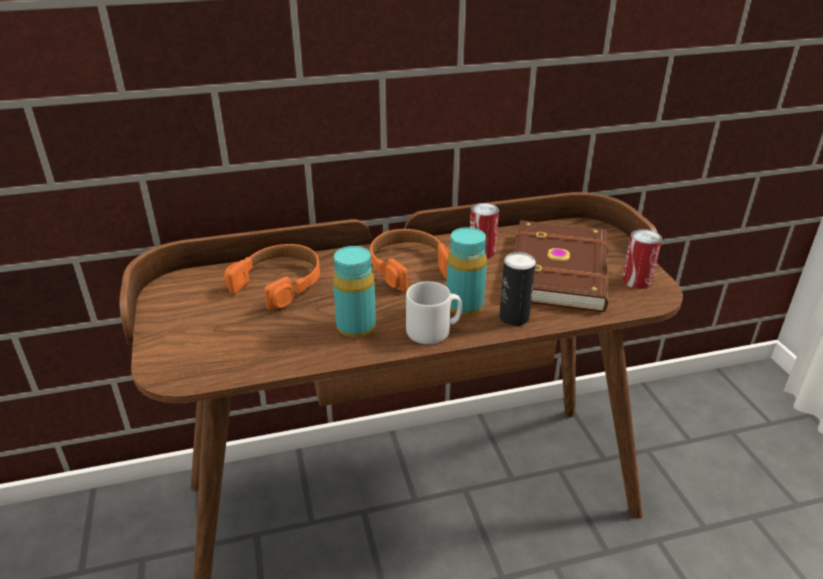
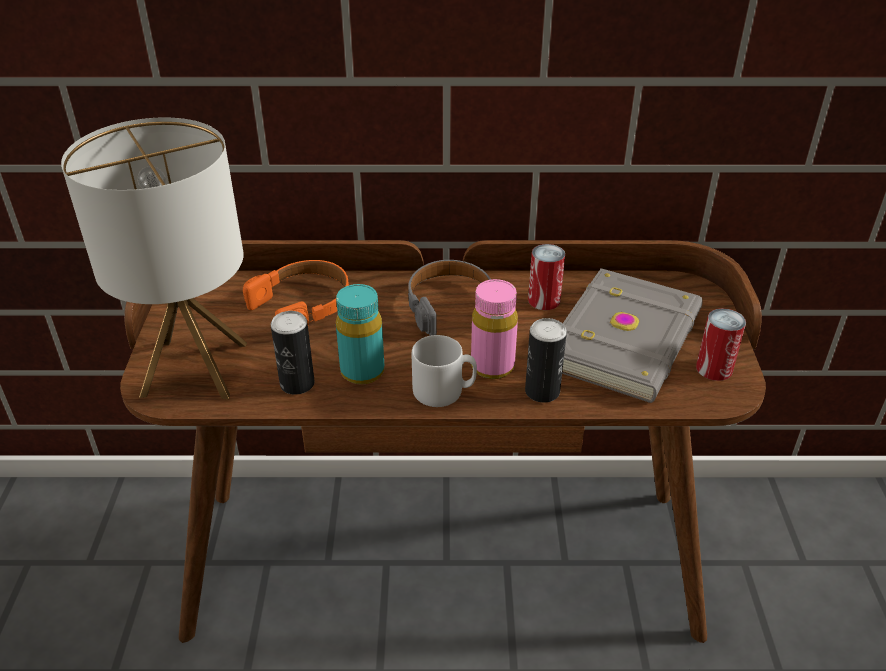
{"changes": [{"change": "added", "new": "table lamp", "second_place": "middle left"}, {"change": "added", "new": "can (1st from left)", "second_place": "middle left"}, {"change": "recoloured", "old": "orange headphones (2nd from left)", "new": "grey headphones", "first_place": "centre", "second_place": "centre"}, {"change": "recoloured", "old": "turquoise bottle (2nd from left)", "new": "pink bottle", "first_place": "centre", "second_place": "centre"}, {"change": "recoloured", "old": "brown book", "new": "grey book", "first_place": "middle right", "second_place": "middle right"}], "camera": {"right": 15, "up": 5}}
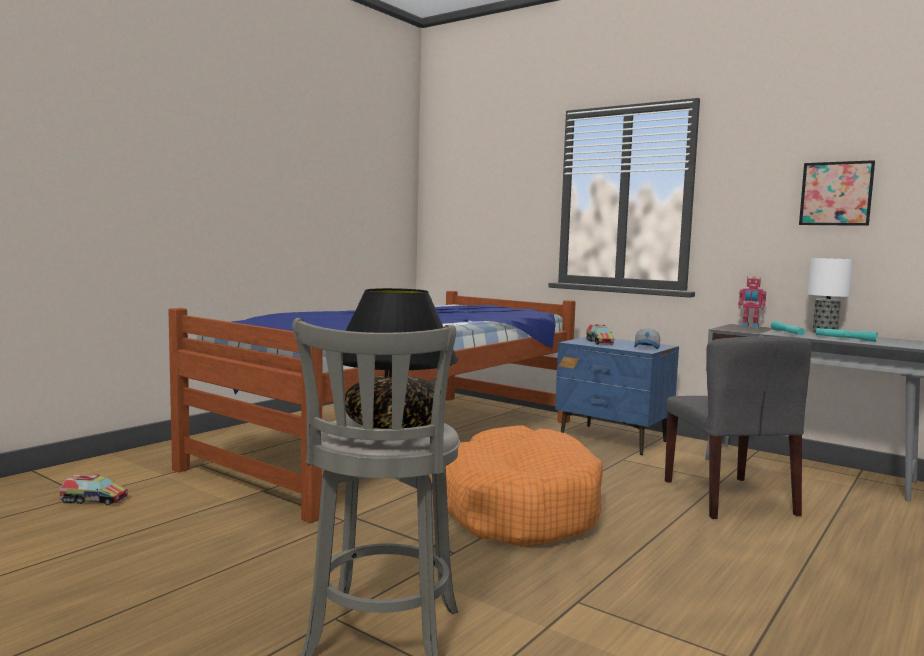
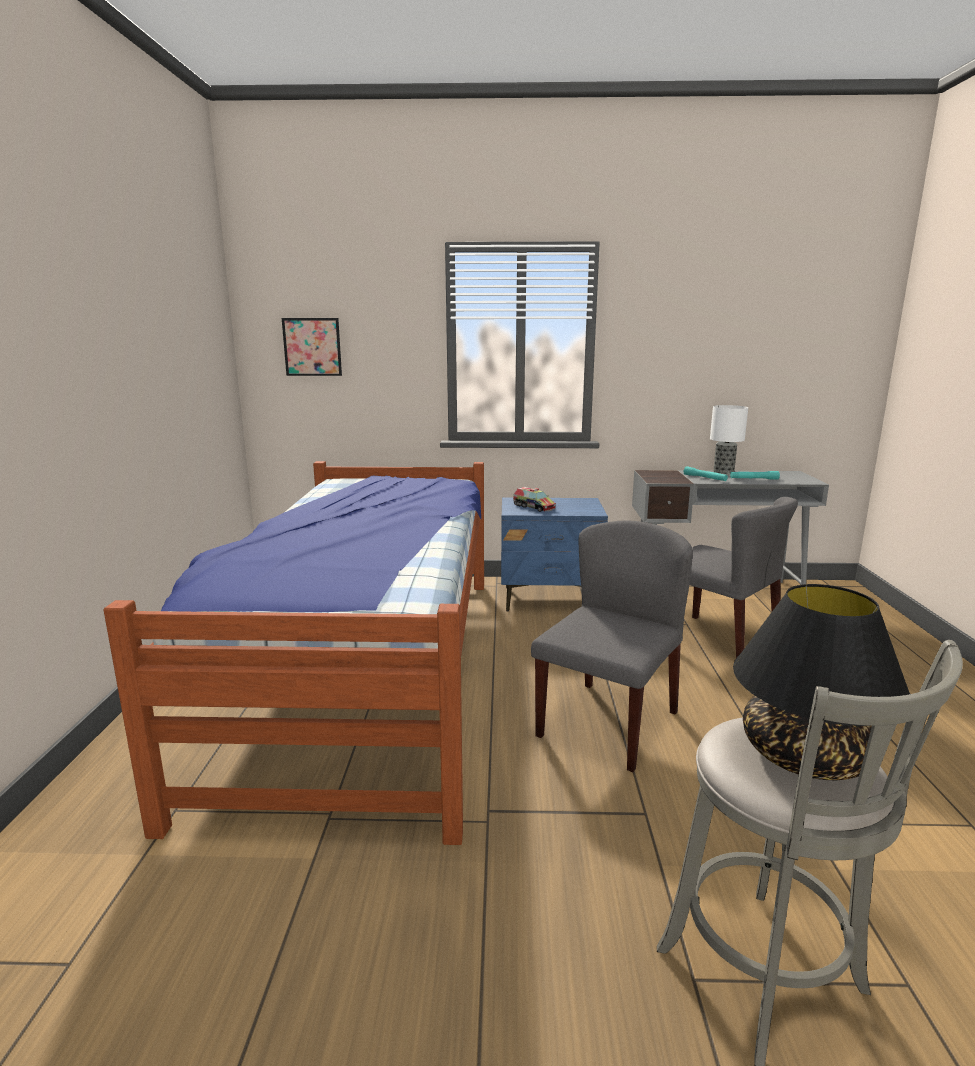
{"changes": [{"change": "moved", "old": "picture", "first_place": "top right", "second_place": "top left"}, {"change": "replaced", "old": "orange dog bed", "new": "grey chair (1st from left)", "first_place": "bottom centre", "second_place": "centre"}, {"change": "removed", "old": "toy truck (1st from left)", "first_place": "bottom left"}, {"change": "removed", "old": "cap", "first_place": "middle right"}, {"change": "removed", "old": "toy robot", "first_place": "middle right"}], "camera": {"right": -35, "up": 10}}
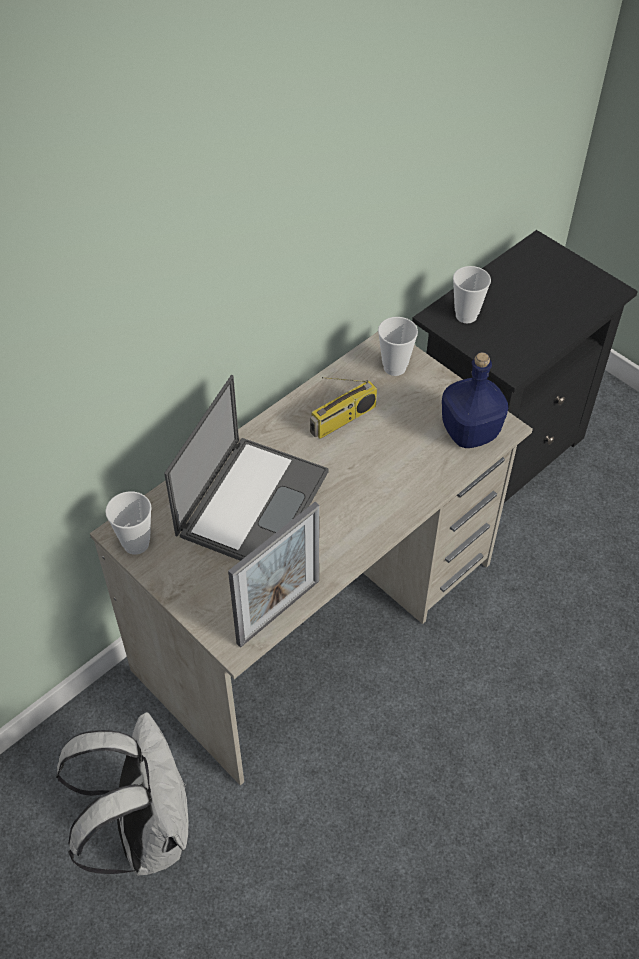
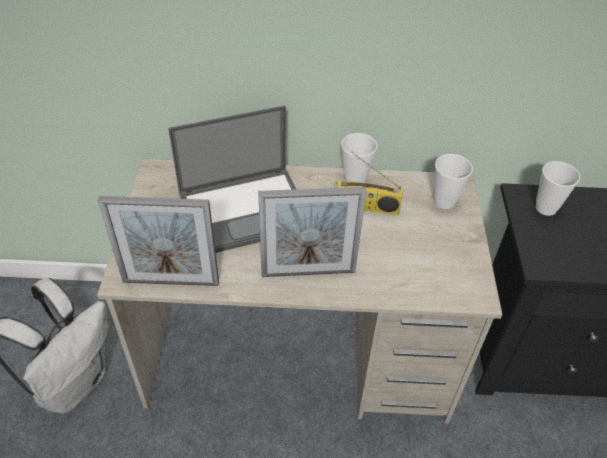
{"changes": [{"change": "added", "new": "picture frame (2nd from left)", "second_place": "centre"}, {"change": "moved", "old": "cup (1st from left)", "first_place": "middle left", "second_place": "centre"}, {"change": "removed", "old": "blue bottle", "first_place": "middle right"}], "camera": {"right": 45, "up": -5}}
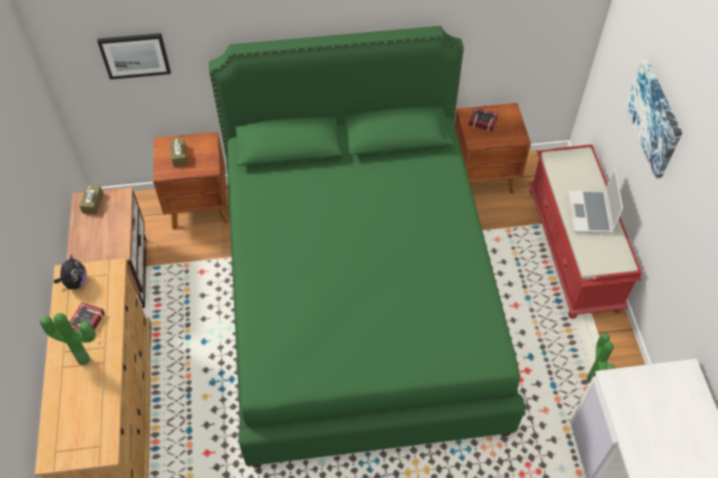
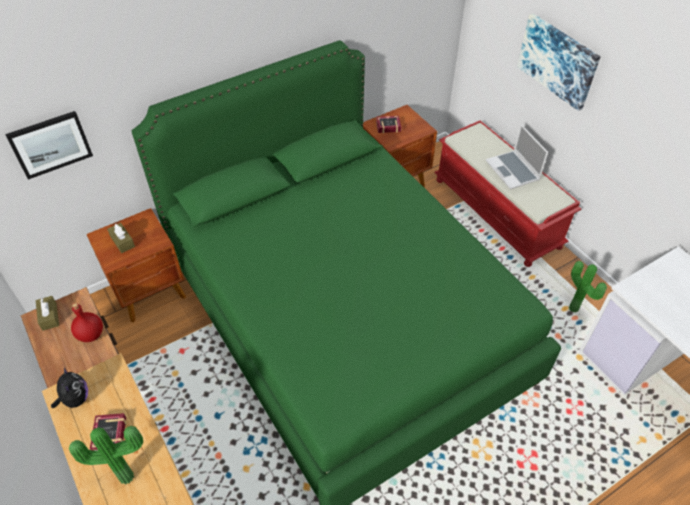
{"changes": [{"change": "added", "new": "red bottle", "second_place": "middle left"}], "camera": {"right": -25, "up": -5}}
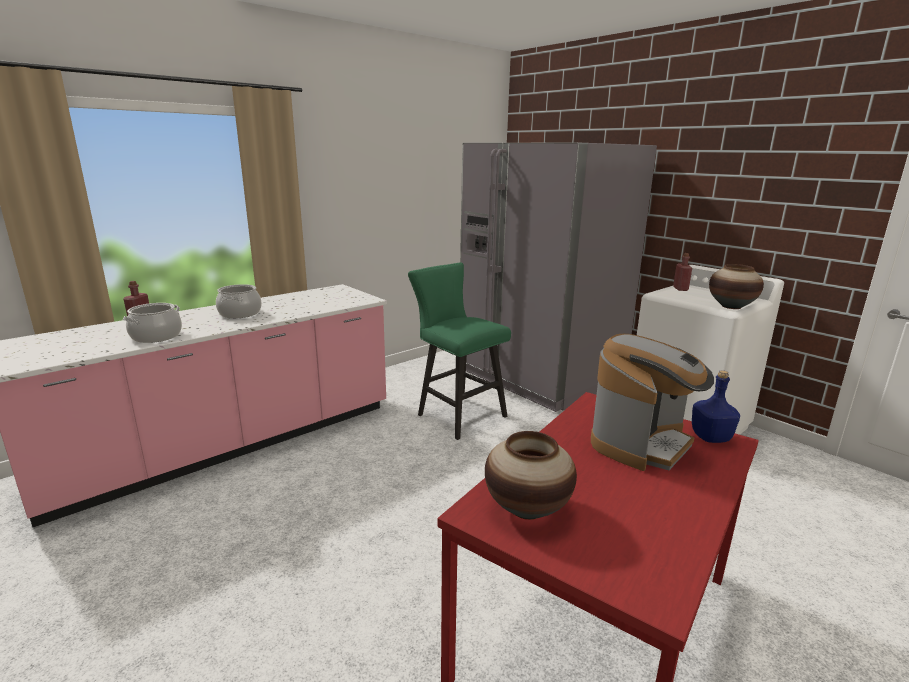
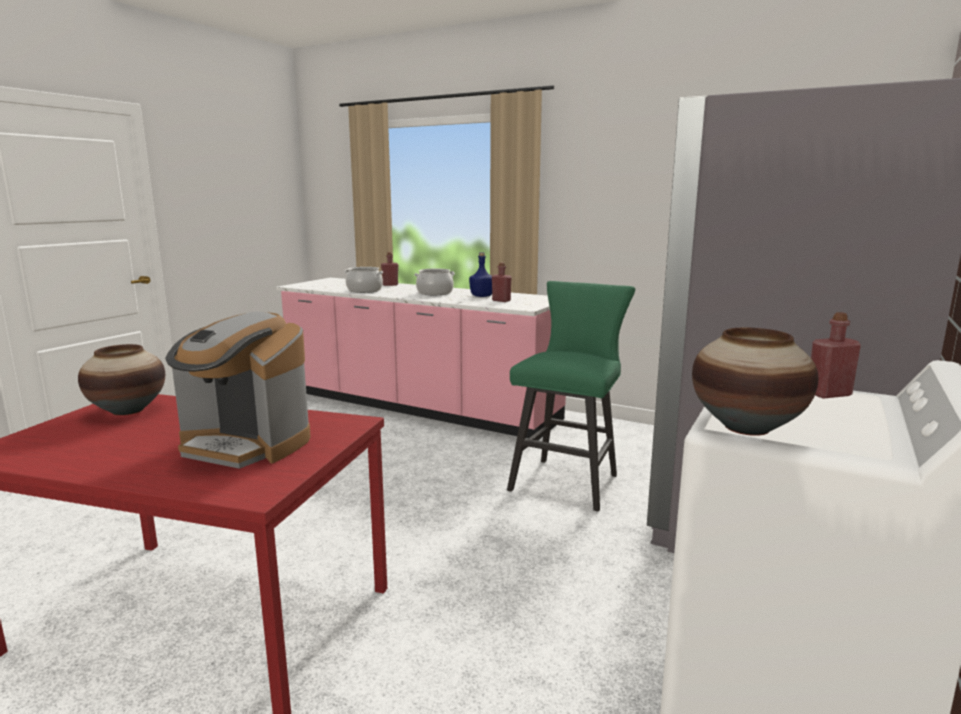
{"changes": [{"change": "moved", "old": "blue bottle", "first_place": "middle right", "second_place": "centre"}, {"change": "added", "new": "red bottle (2nd from left)", "second_place": "centre"}], "camera": {"right": 70, "up": -5}}
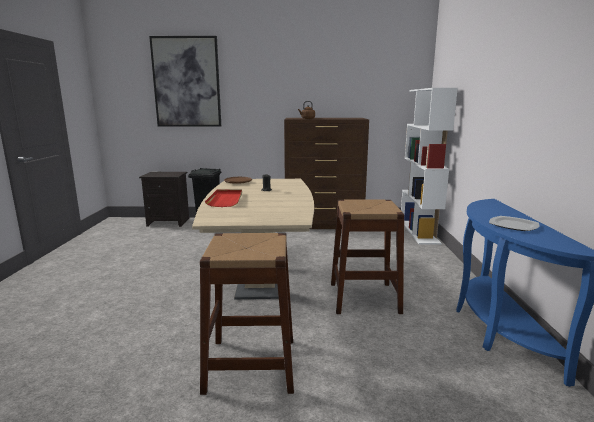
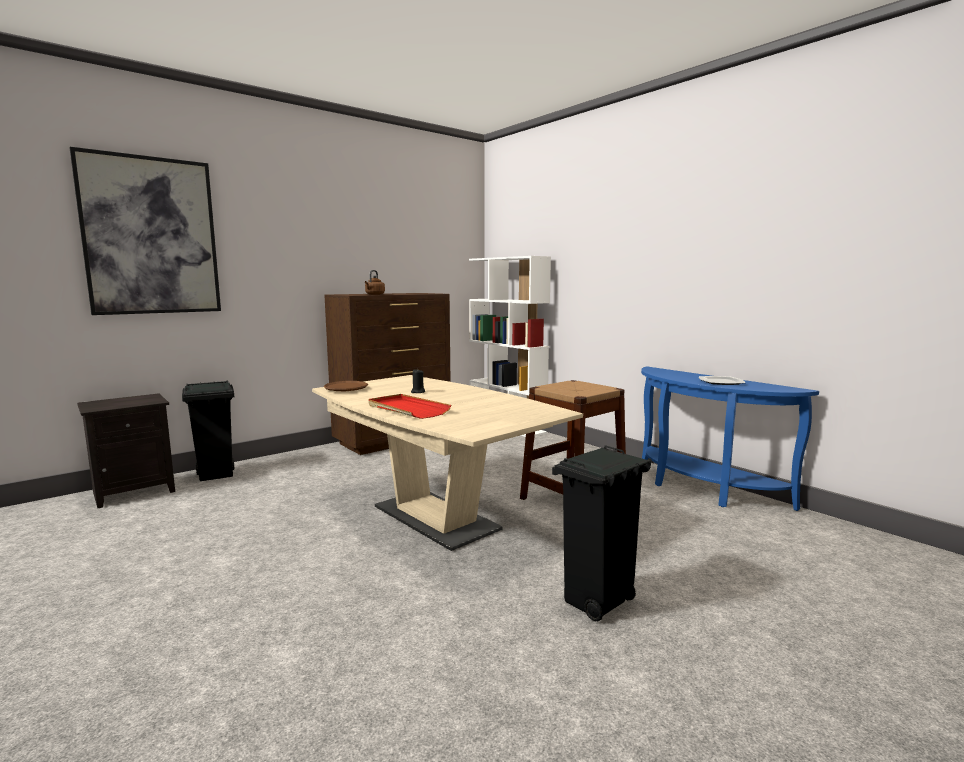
{"changes": [{"change": "replaced", "old": "brown stool (1st from left)", "new": "black trash can (2nd from left)", "first_place": "bottom centre", "second_place": "bottom centre"}], "camera": {"right": -40, "up": -5}}
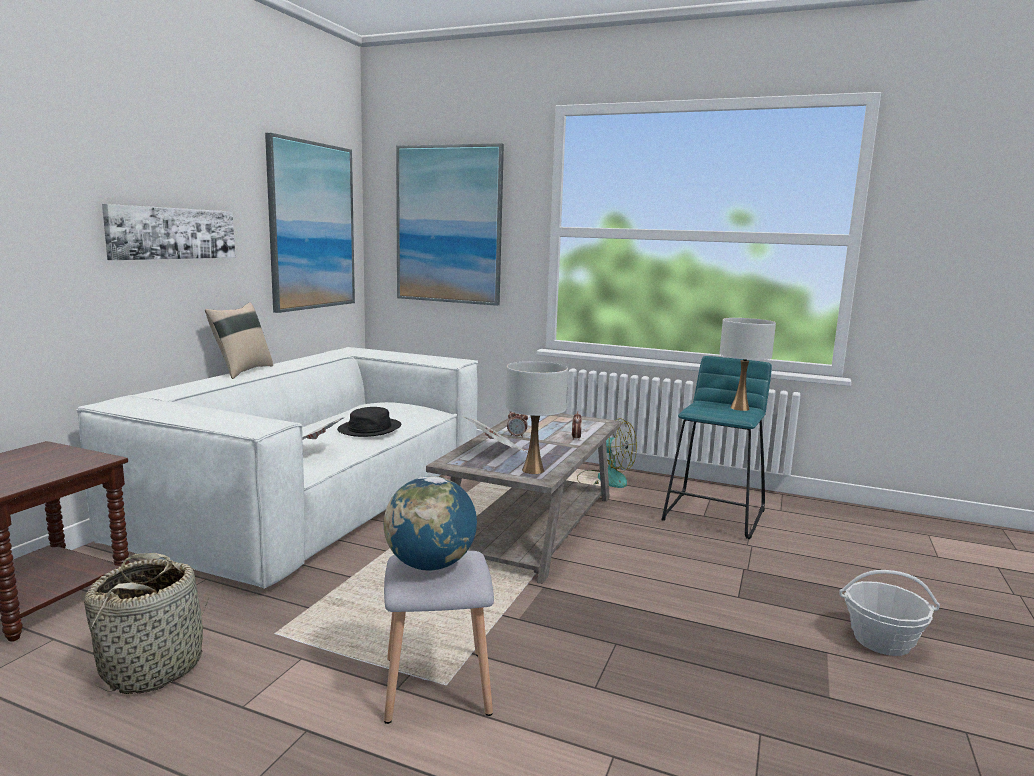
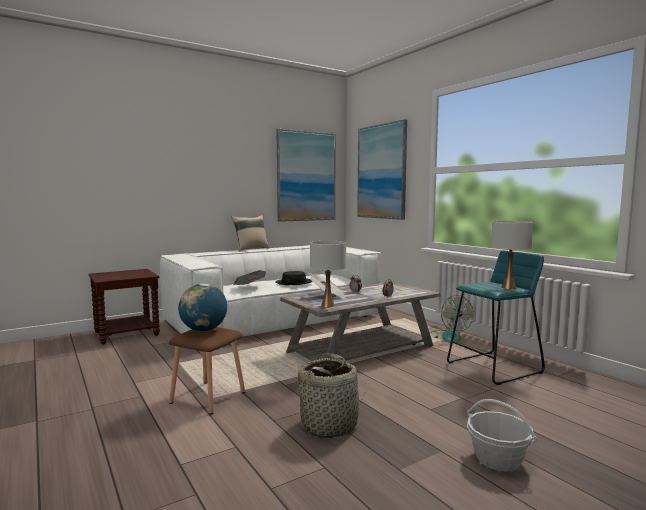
{"changes": [{"change": "recoloured", "old": "grey stool", "new": "brown stool", "first_place": "bottom centre", "second_place": "bottom left"}, {"change": "moved", "old": "basket (1st from left)", "first_place": "bottom left", "second_place": "bottom centre"}, {"change": "removed", "old": "picture (1st from left)", "first_place": "top left"}], "camera": {"right": 35, "up": -5}}
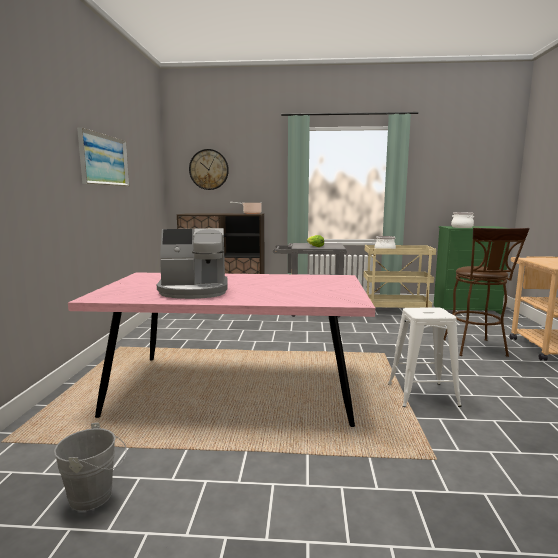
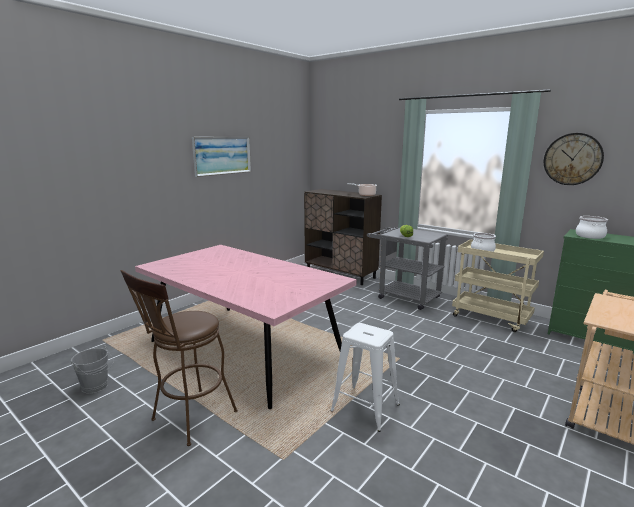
{"changes": [{"change": "moved", "old": "brown stool", "first_place": "middle right", "second_place": "bottom left"}, {"change": "moved", "old": "wall clock", "first_place": "top centre", "second_place": "top right"}, {"change": "removed", "old": "coffee machine", "first_place": "centre"}], "camera": {"right": 35, "up": 5}}
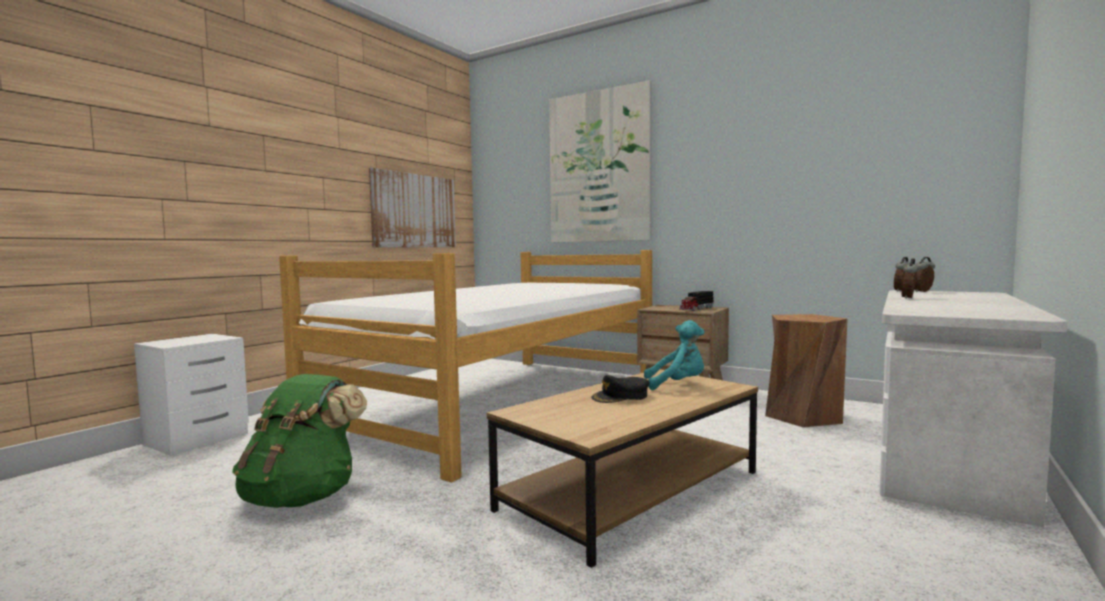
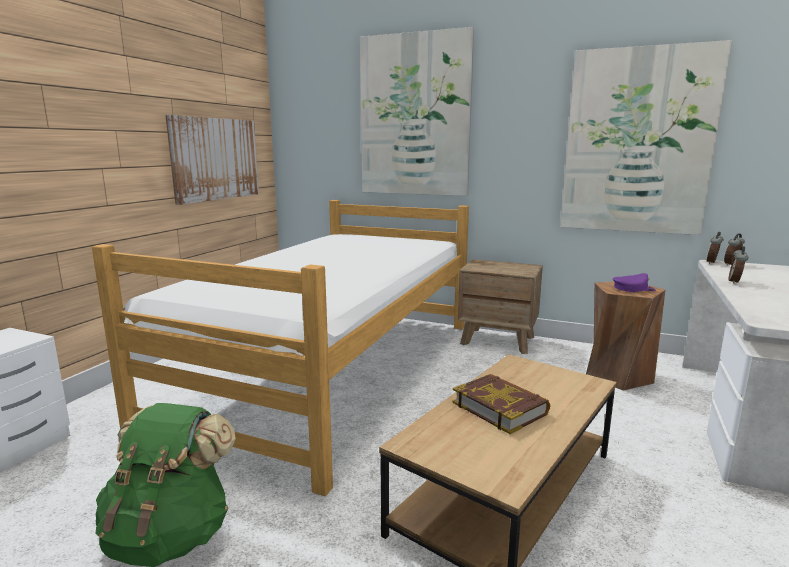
{"changes": [{"change": "replaced", "old": "black cap", "new": "book", "first_place": "centre", "second_place": "bottom centre"}, {"change": "added", "new": "picture (3rd from left)", "second_place": "top right"}, {"change": "added", "new": "purple cap", "second_place": "middle right"}, {"change": "removed", "old": "turquoise plush toy", "first_place": "centre"}, {"change": "removed", "old": "toy truck", "first_place": "centre"}], "camera": {"right": -10, "up": 10}}
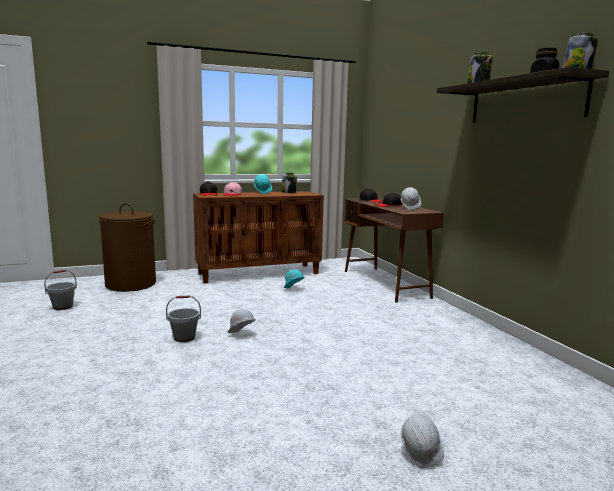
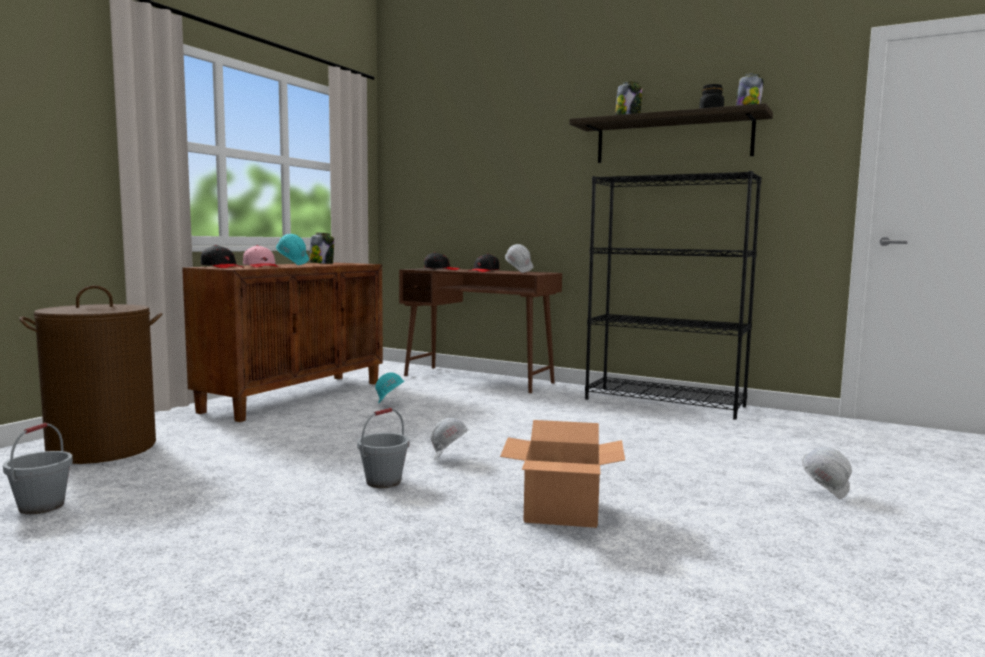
{"changes": [{"change": "added", "new": "cardboard box", "second_place": "bottom centre"}, {"change": "added", "new": "black bookcase", "second_place": "middle right"}], "camera": {"right": -40, "up": -5}}
